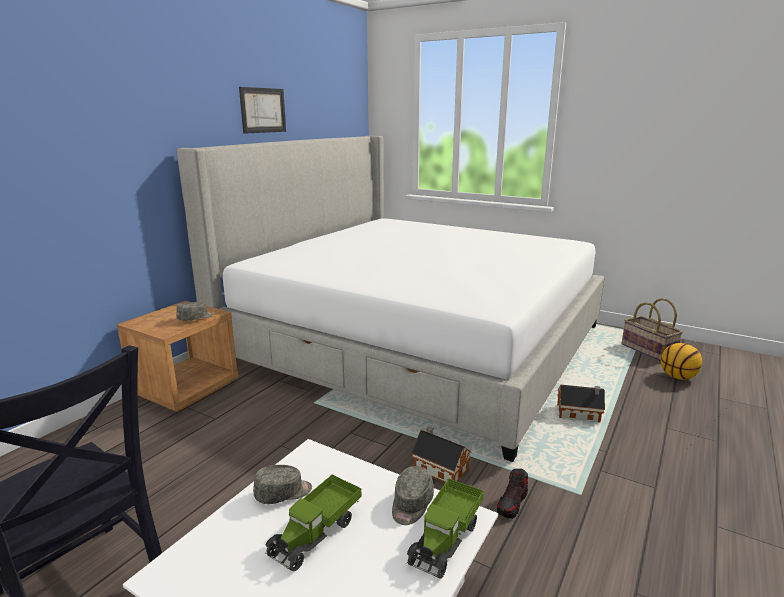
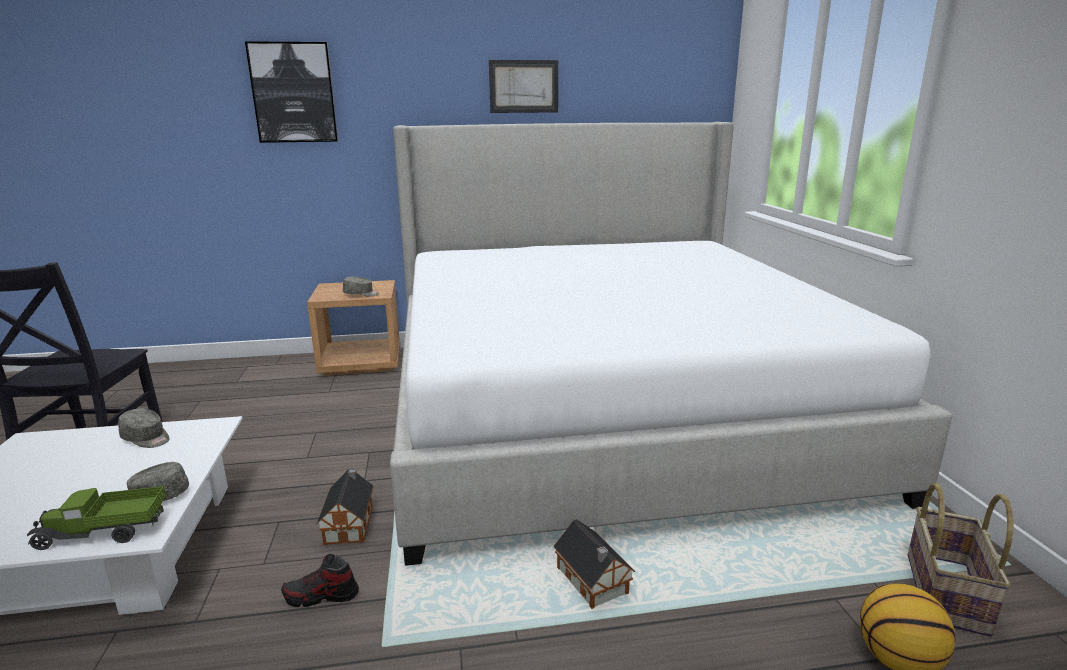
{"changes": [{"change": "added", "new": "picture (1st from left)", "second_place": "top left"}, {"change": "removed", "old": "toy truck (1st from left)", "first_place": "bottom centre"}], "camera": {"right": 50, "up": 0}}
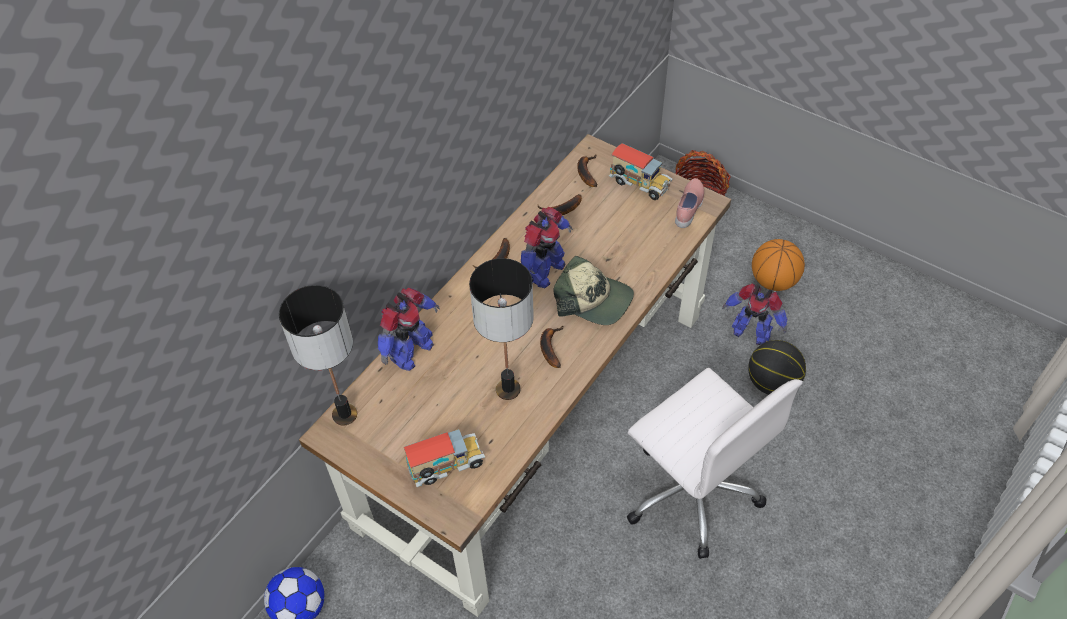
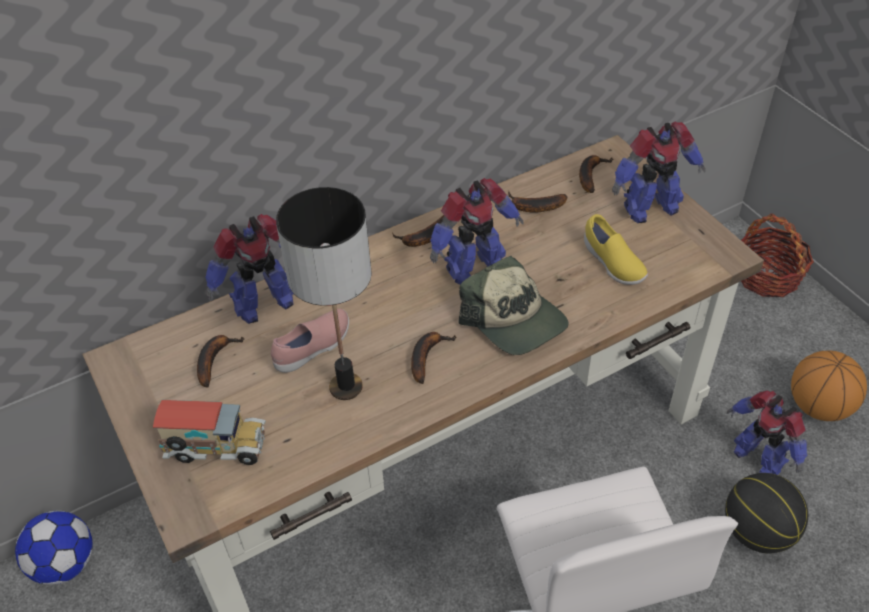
{"changes": [{"change": "added", "new": "banana (1st from left)", "second_place": "middle left"}, {"change": "moved", "old": "pink shoe", "first_place": "top centre", "second_place": "centre"}, {"change": "added", "new": "yellow shoe", "second_place": "middle right"}, {"change": "replaced", "old": "toy truck (2nd from left)", "new": "toy robot (3rd from left)", "first_place": "top centre", "second_place": "top right"}, {"change": "removed", "old": "table lamp (1st from left)", "first_place": "middle left"}], "camera": {"right": 25, "up": -5}}
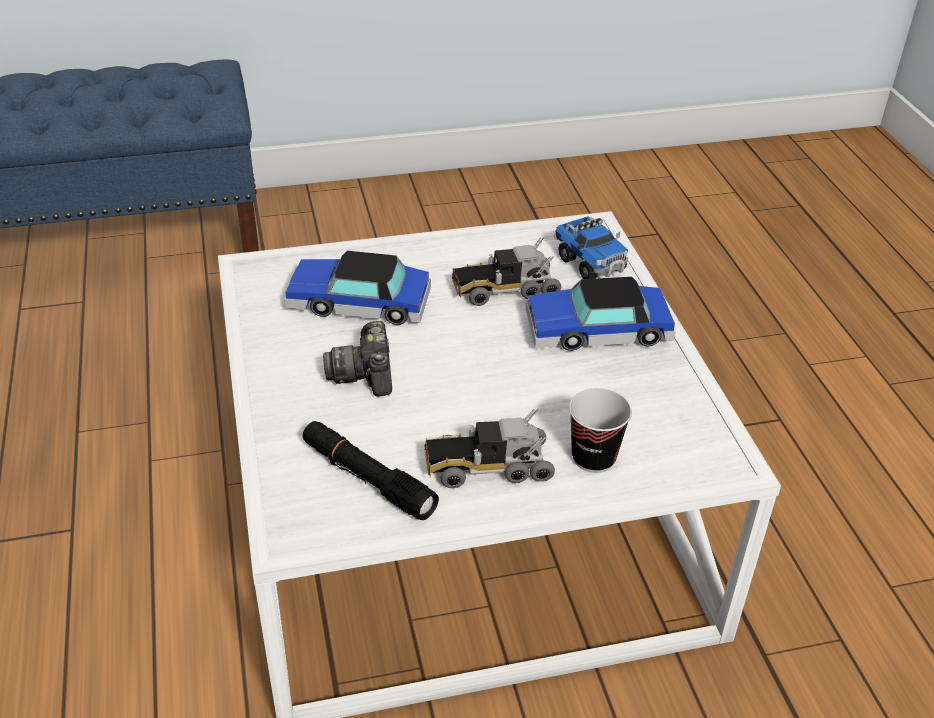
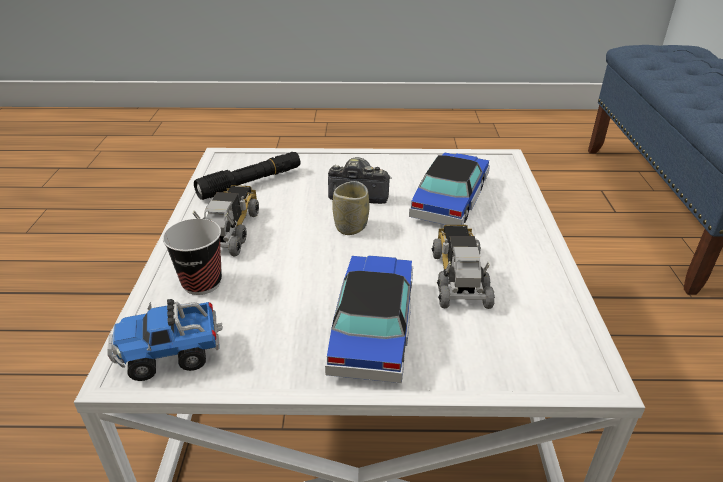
{"changes": [{"change": "moved", "old": "toy truck (3rd from left in the first image)", "new": "toy truck (1st from left)", "first_place": "centre", "second_place": "bottom left"}, {"change": "added", "new": "cup (2nd from left)", "second_place": "centre"}], "camera": {"right": 105, "up": -5}}
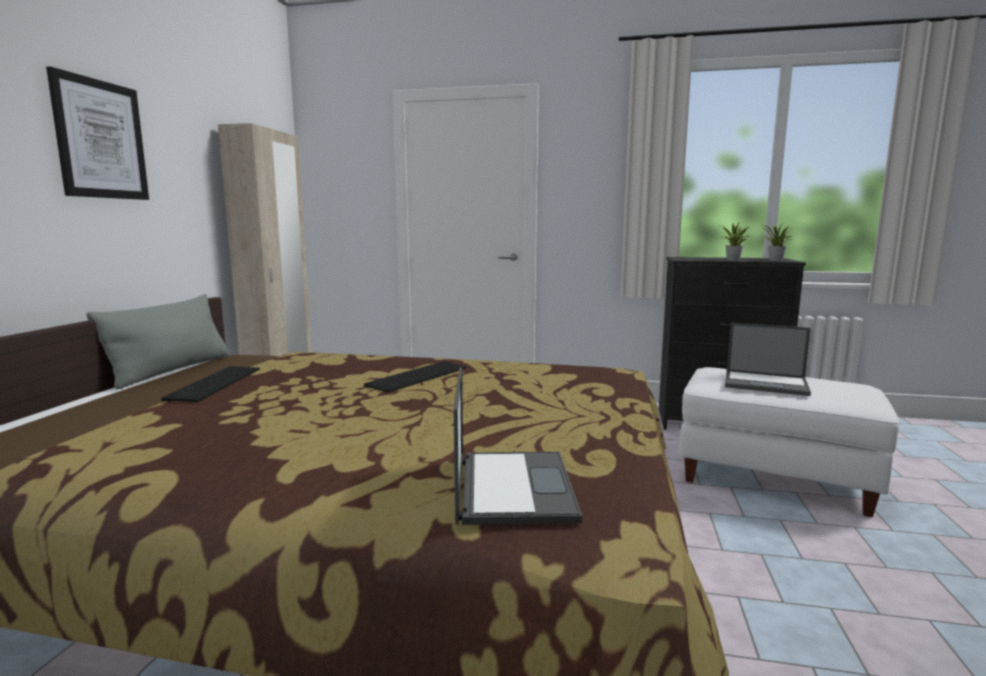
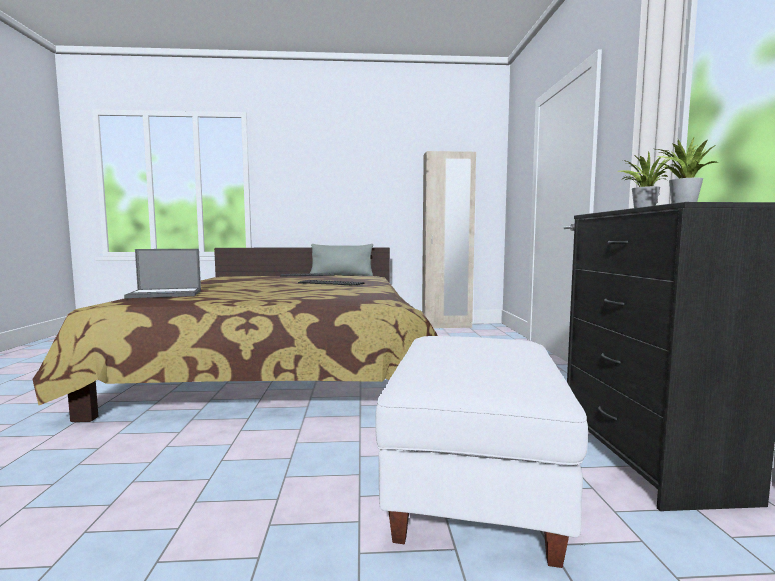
{"changes": [{"change": "removed", "old": "picture", "first_place": "top left"}, {"change": "removed", "old": "laptop (2nd from left)", "first_place": "middle right"}], "camera": {"right": 75, "up": -5}}
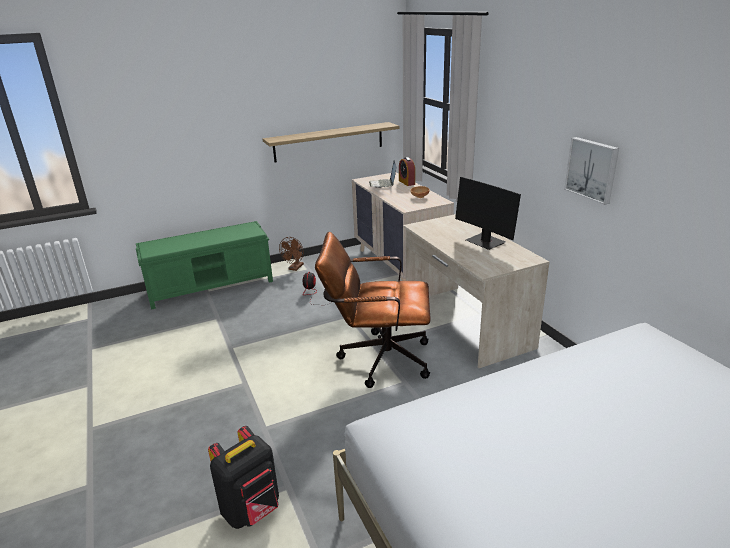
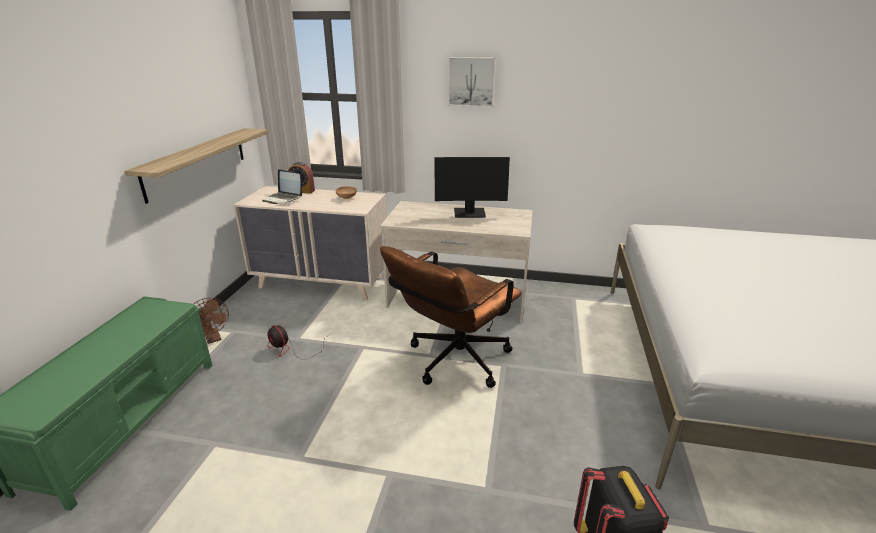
{"changes": [{"change": "moved", "old": "picture", "first_place": "top right", "second_place": "top centre"}], "camera": {"right": -55, "up": 0}}
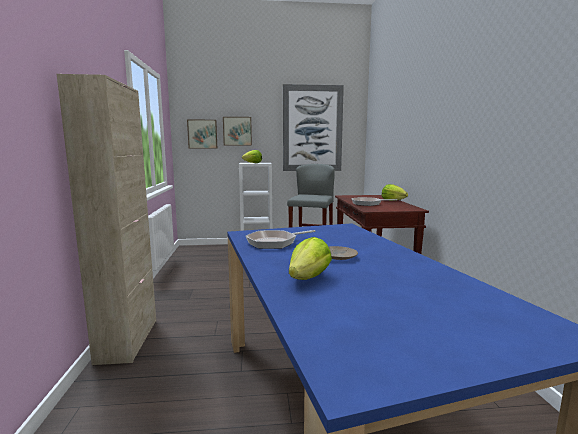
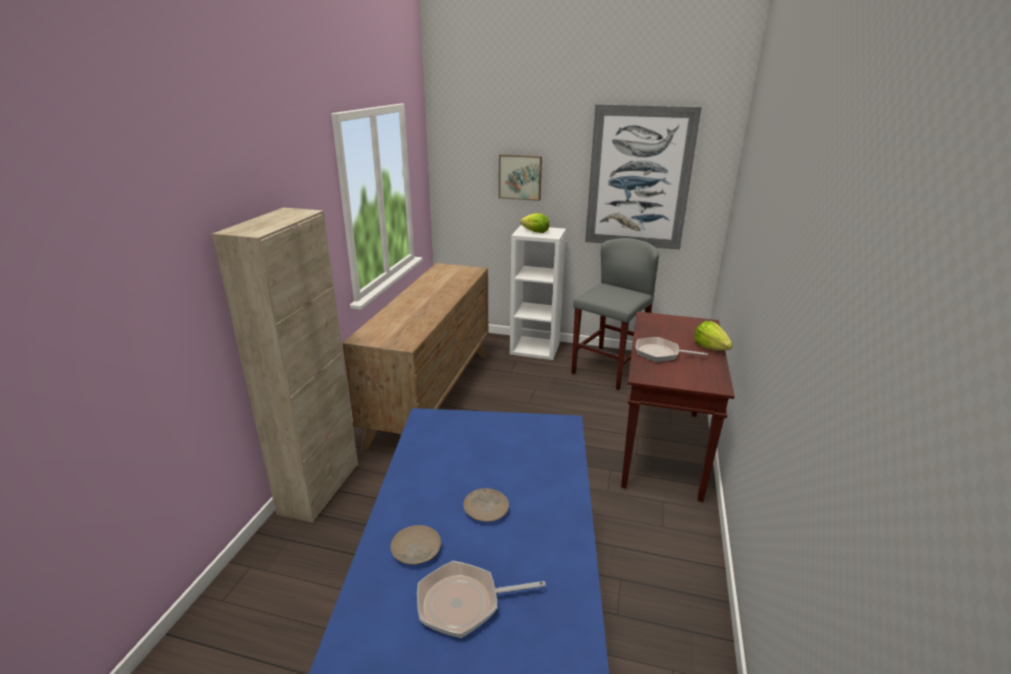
{"changes": [{"change": "added", "new": "brown dresser", "second_place": "centre"}, {"change": "replaced", "old": "lettuce (2nd from left)", "new": "beige plate (1st from left)", "first_place": "centre", "second_place": "bottom centre"}, {"change": "moved", "old": "frying pan (1st from left)", "first_place": "centre", "second_place": "bottom centre"}, {"change": "removed", "old": "picture (1st from left)", "first_place": "top centre"}], "camera": {"right": 20, "up": 15}}
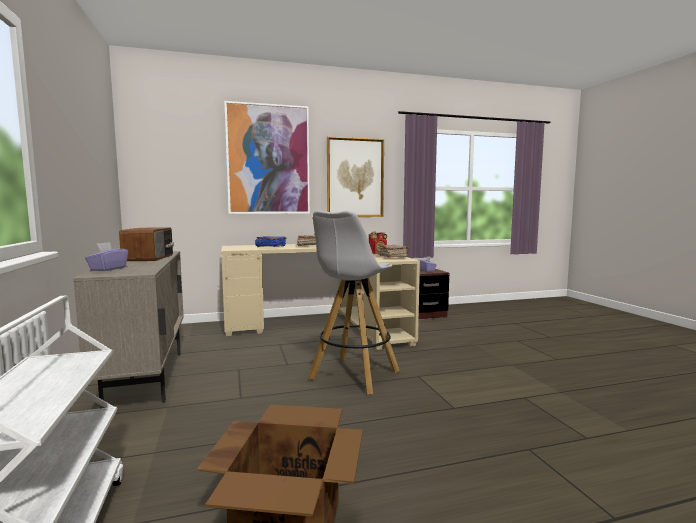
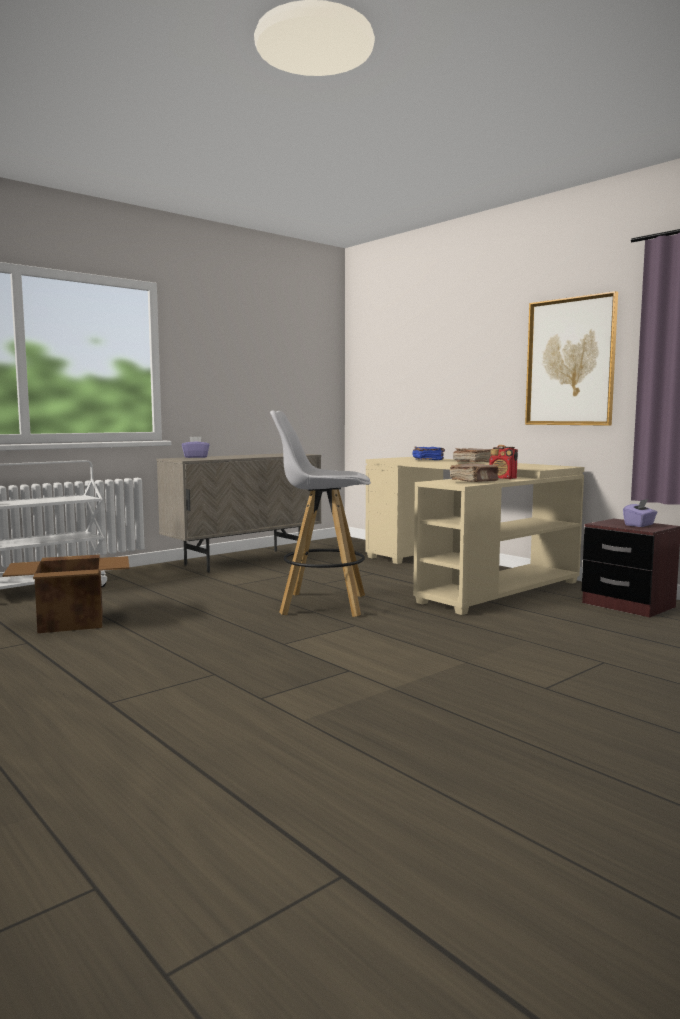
{"changes": [{"change": "removed", "old": "radio (1st from left)", "first_place": "middle left"}, {"change": "removed", "old": "picture (1st from left)", "first_place": "top centre"}], "camera": {"right": 65, "up": 0}}
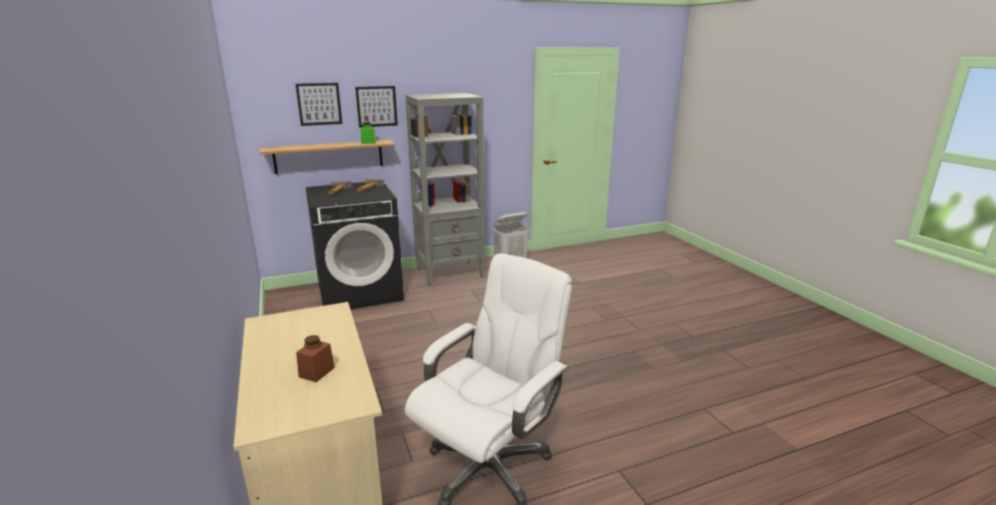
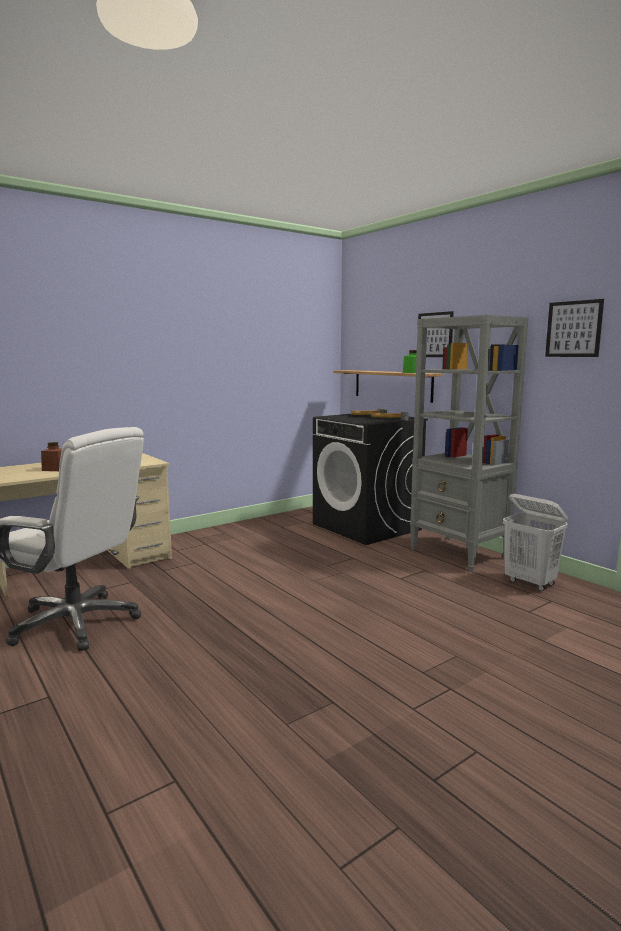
{"changes": [{"change": "moved", "old": "picture (1st from left in the first image)", "new": "picture (2nd from left)", "first_place": "top left", "second_place": "middle right"}], "camera": {"right": 75, "up": -10}}
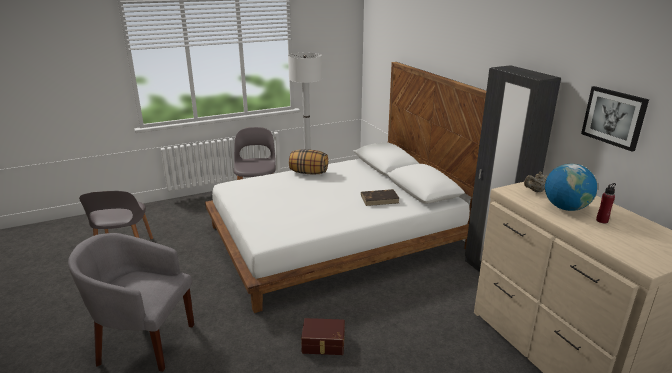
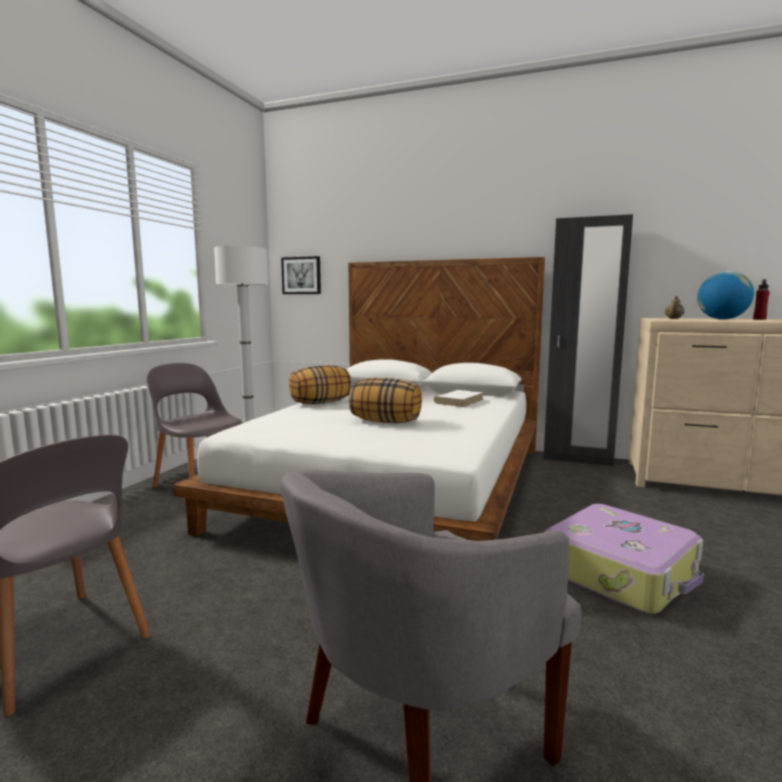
{"changes": [{"change": "moved", "old": "picture", "first_place": "top right", "second_place": "centre"}, {"change": "added", "new": "pillow (2nd from left)", "second_place": "centre"}, {"change": "recoloured", "old": "brown book", "new": "white book", "first_place": "centre", "second_place": "centre"}, {"change": "replaced", "old": "brown storage box", "new": "suitcase", "first_place": "bottom centre", "second_place": "bottom right"}], "camera": {"right": -45, "up": -15}}
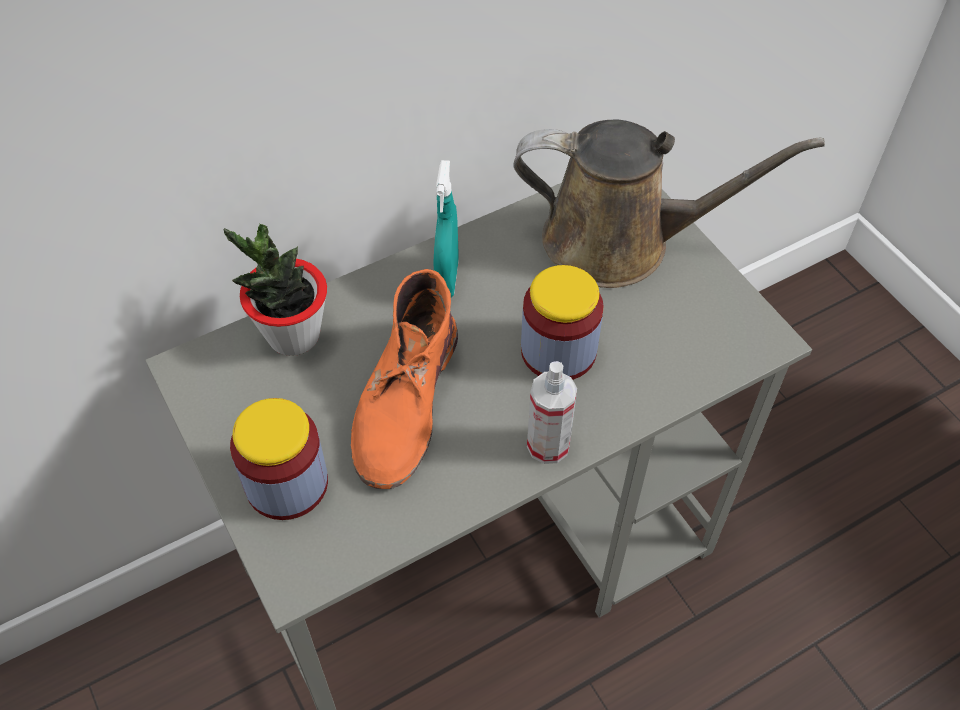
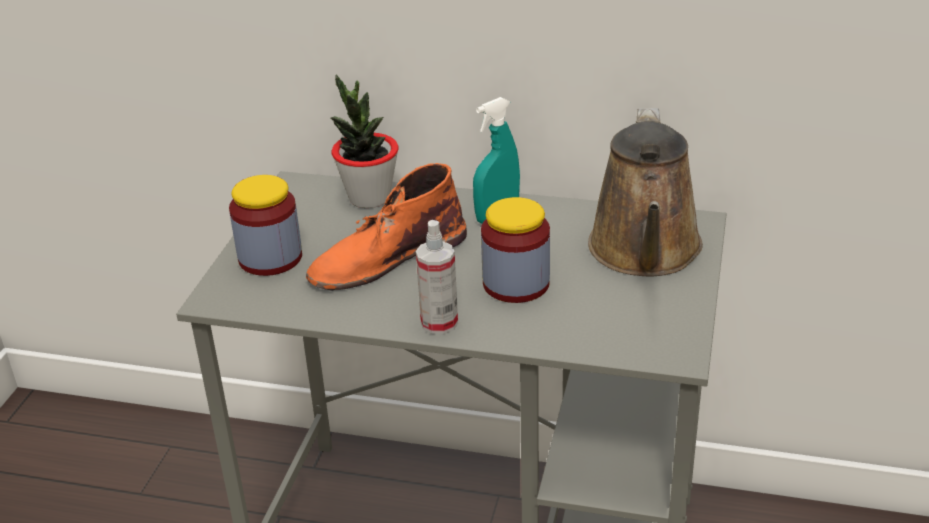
{"changes": [{"change": "turned", "old": "brown watering can", "first_place": "top right", "second_place": "middle right", "degrees": 45}], "camera": {"right": 45, "up": -20}}
